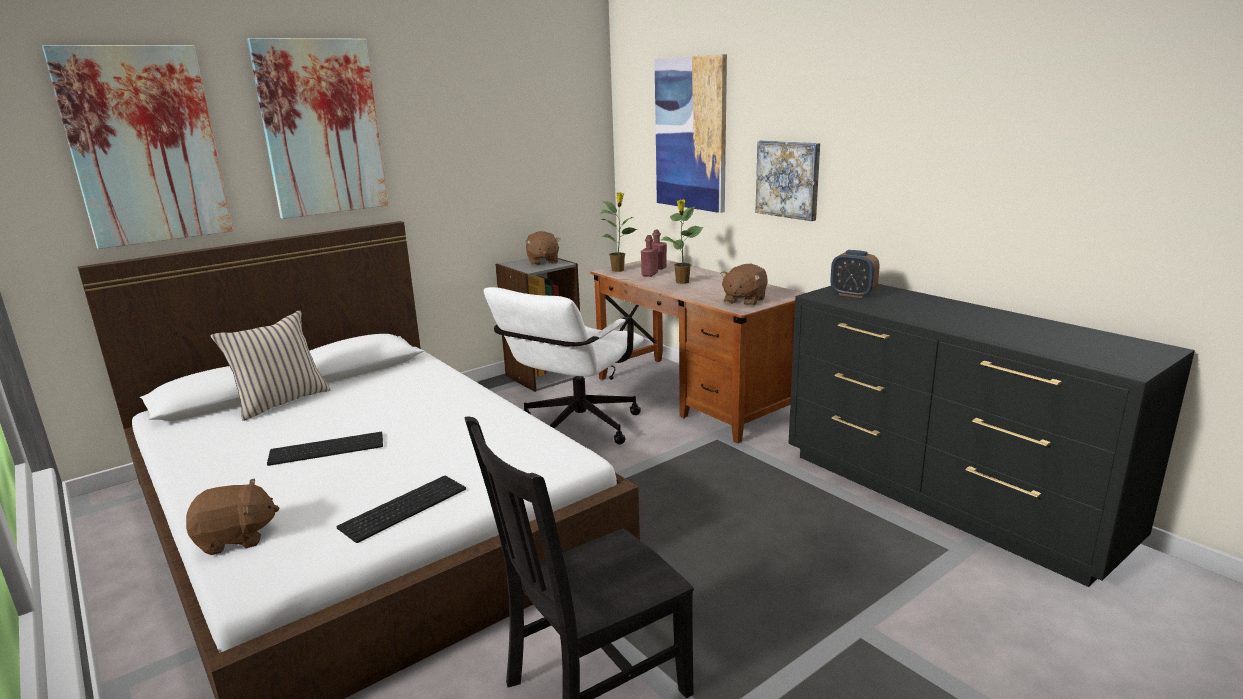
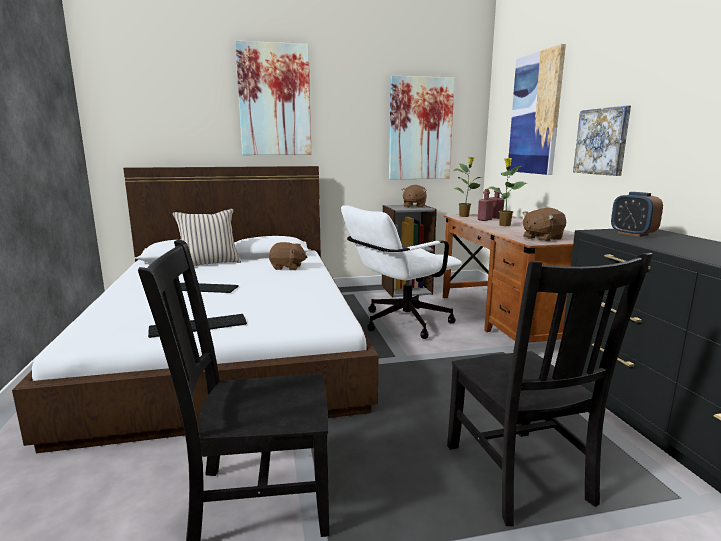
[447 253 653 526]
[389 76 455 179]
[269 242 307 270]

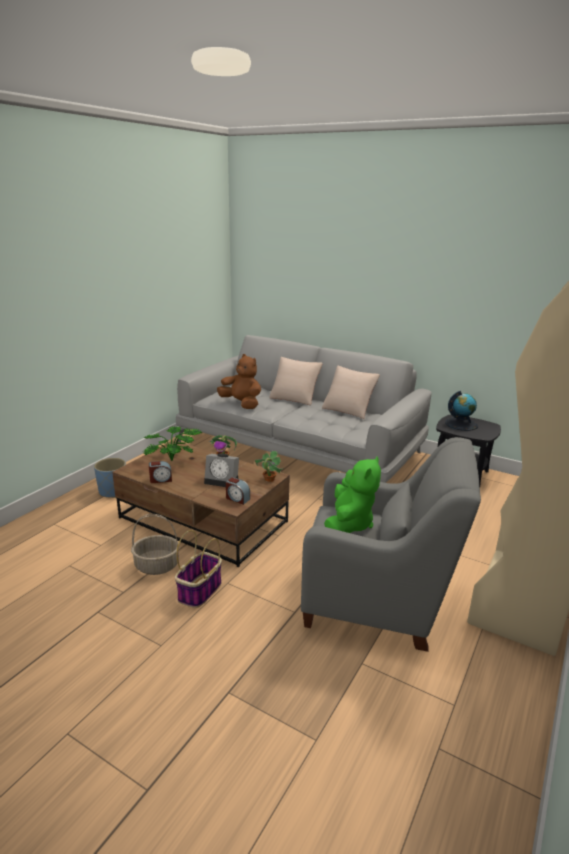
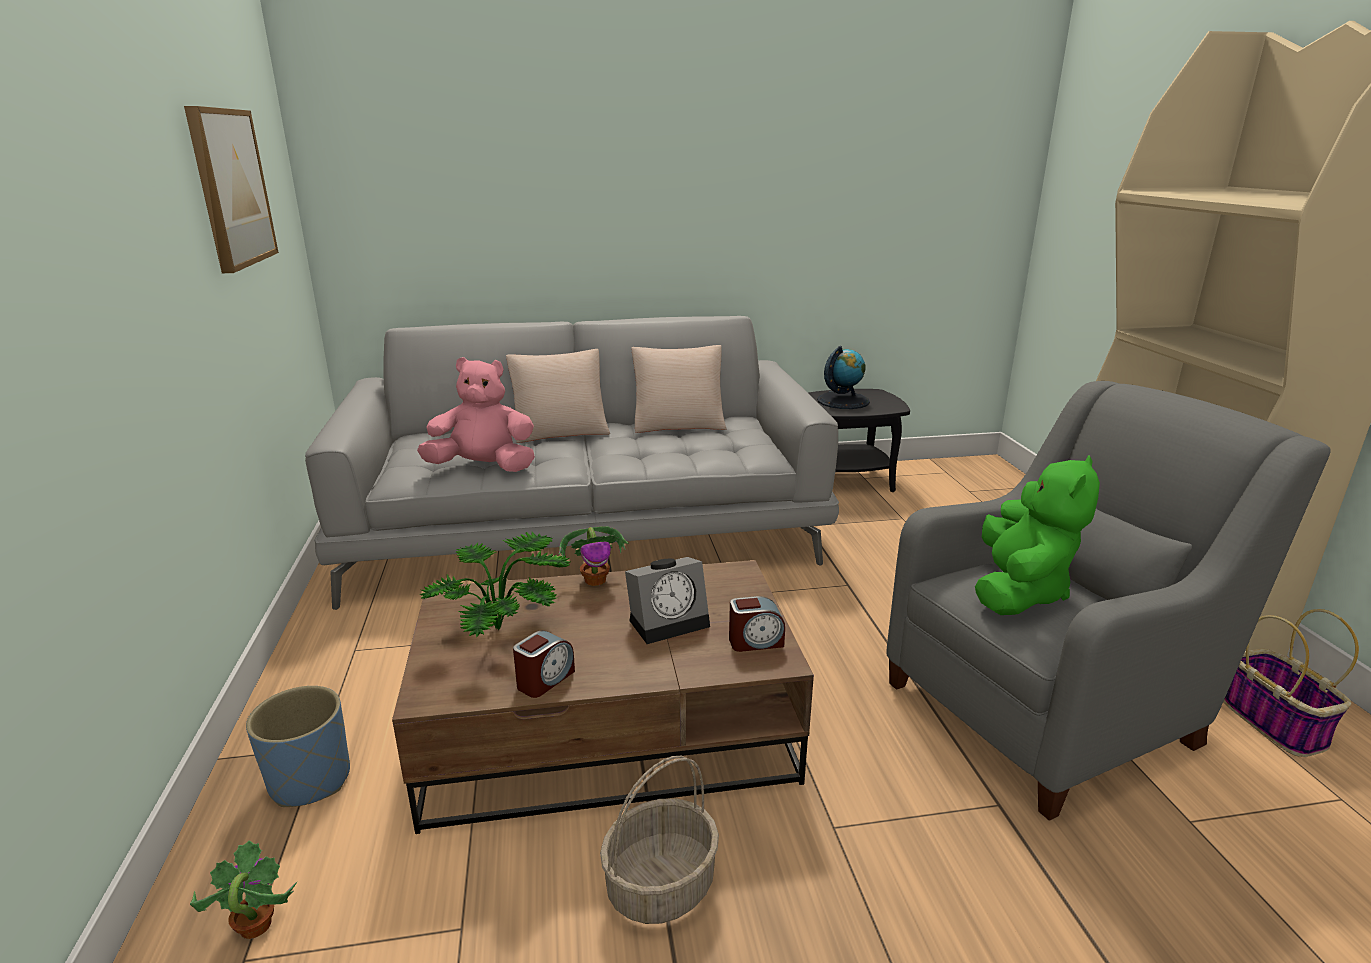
[184 106 279 273]
[1223 609 1359 757]
[190 840 298 939]
[417 357 535 472]
[975 455 1100 615]

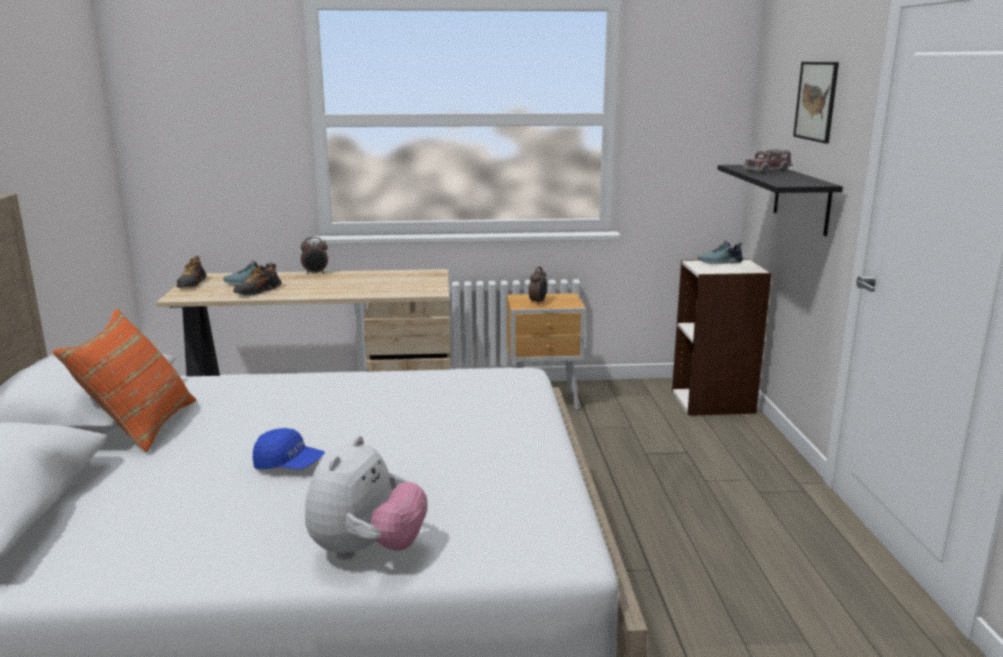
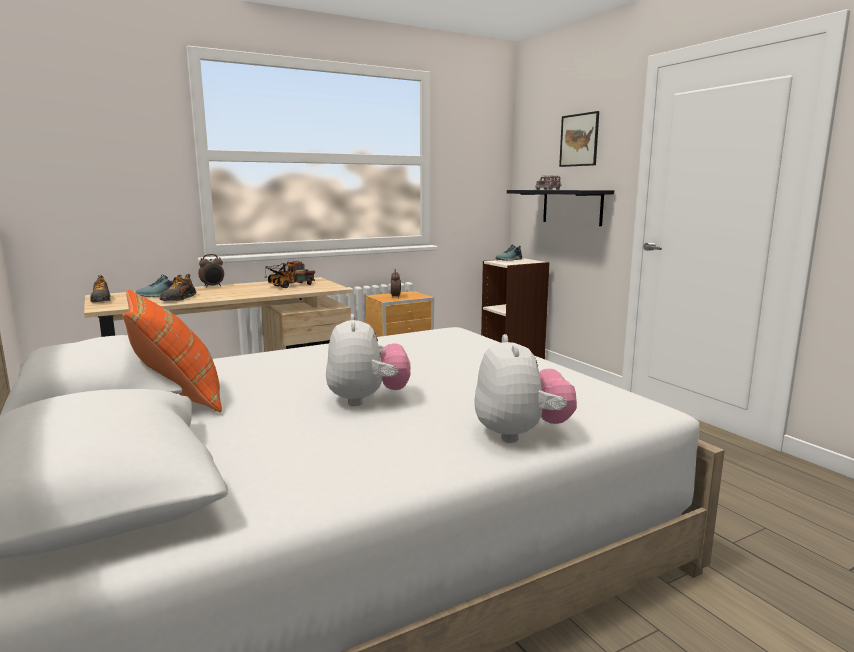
[265 261 315 288]
[326 314 411 406]

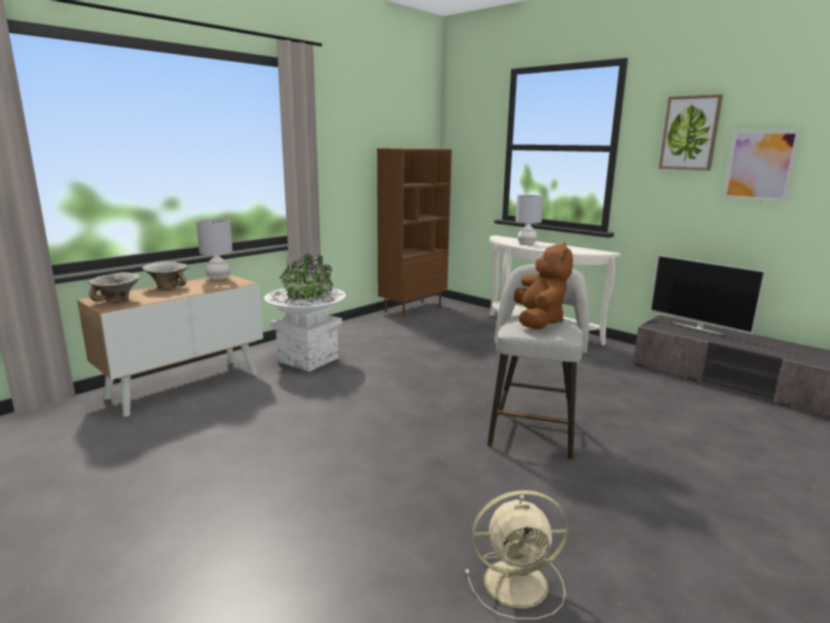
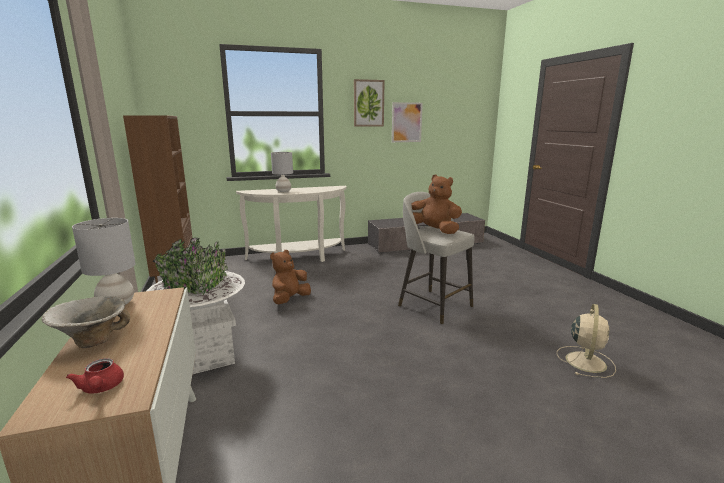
[650 255 766 335] (first image)
[270 250 311 304]
[66 358 124 394]

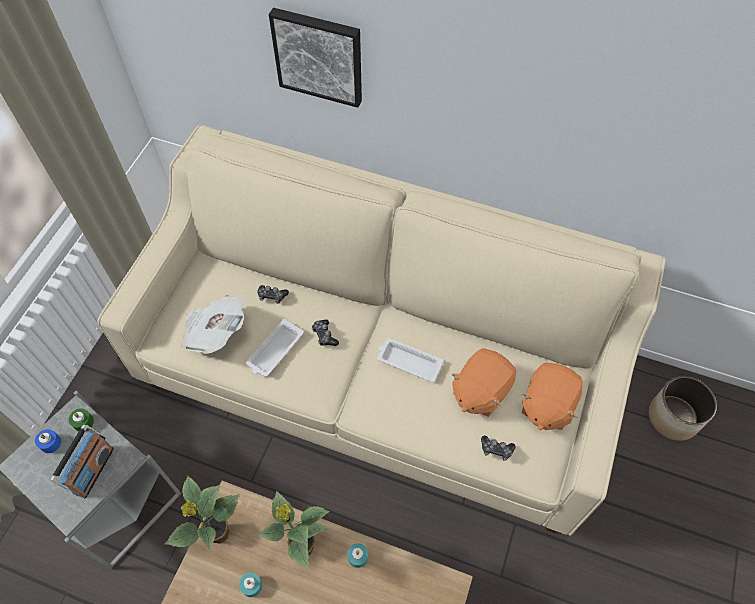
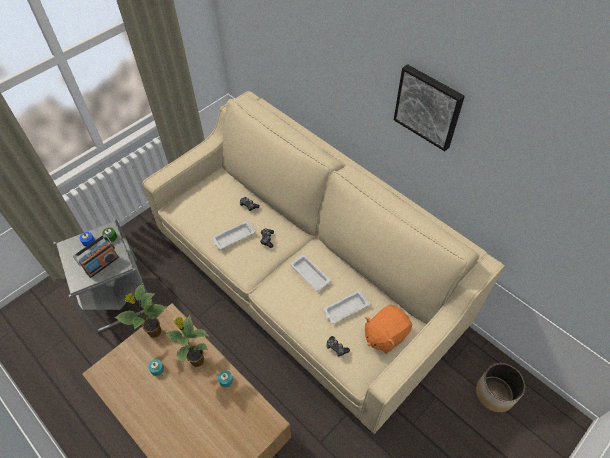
[181 295 244 354] (first image)
[394 64 465 151]
[323 290 370 324]

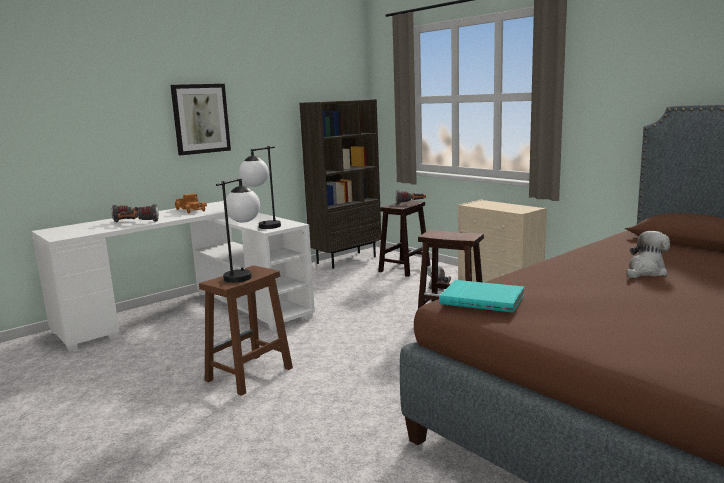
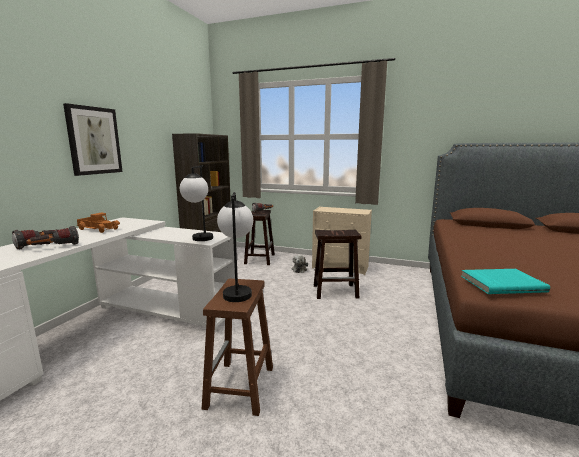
[627 231 670 278] (first image)

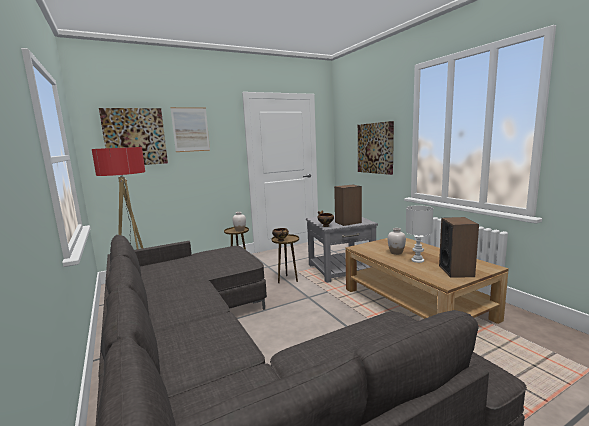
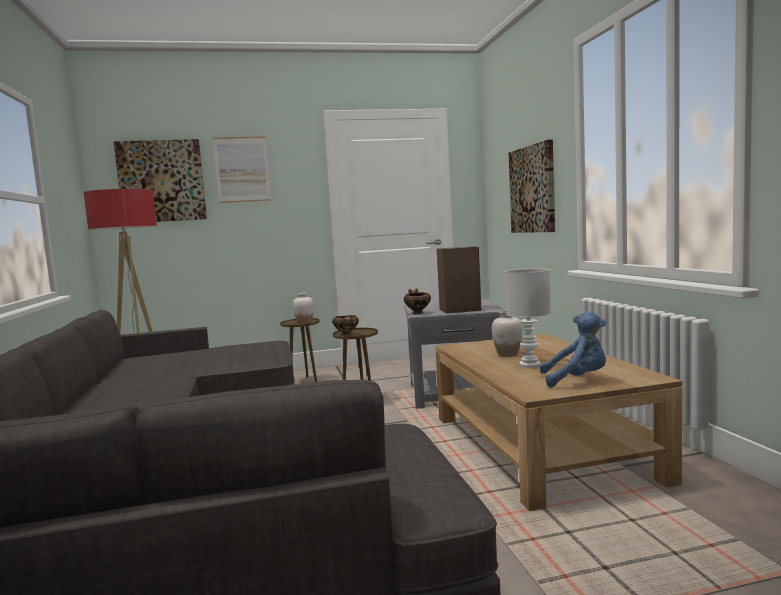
[540 311 606 388]

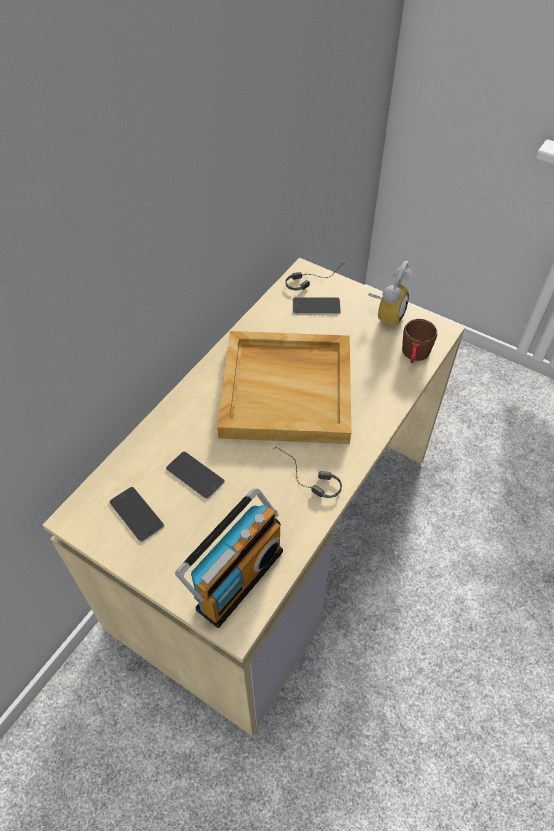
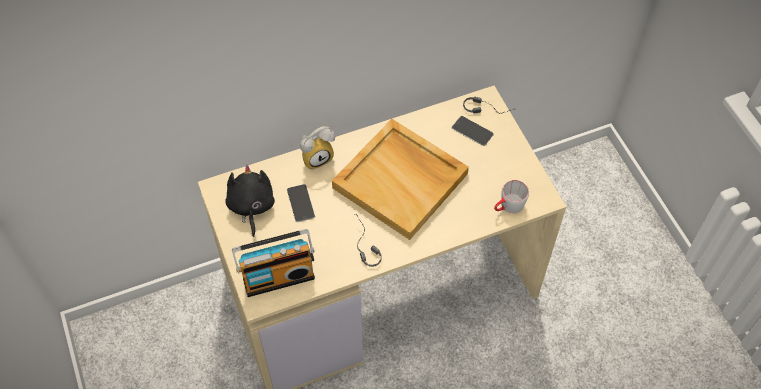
[300 126 335 169]
[225 165 275 237]
[494 180 529 213]

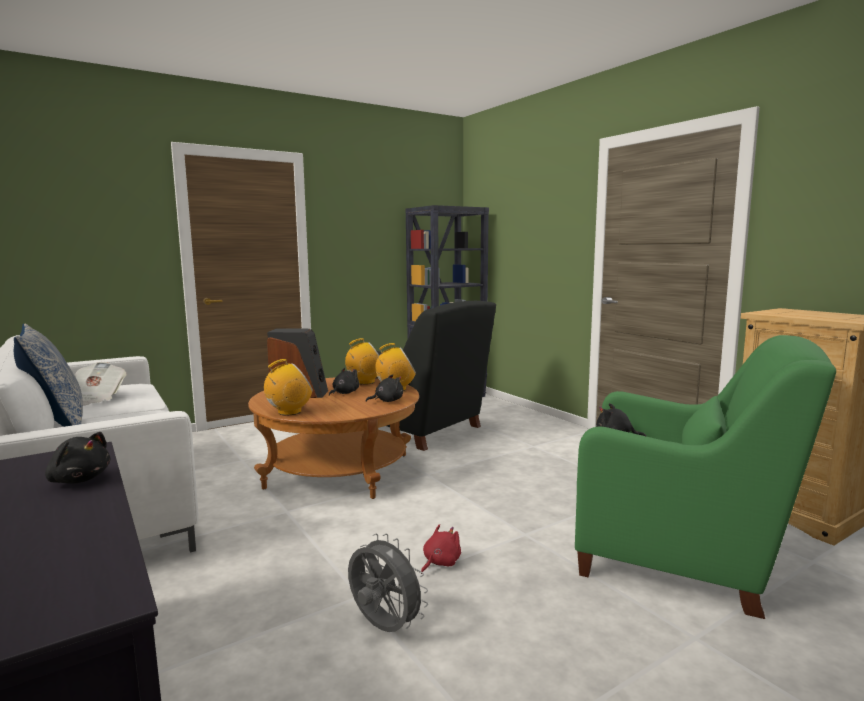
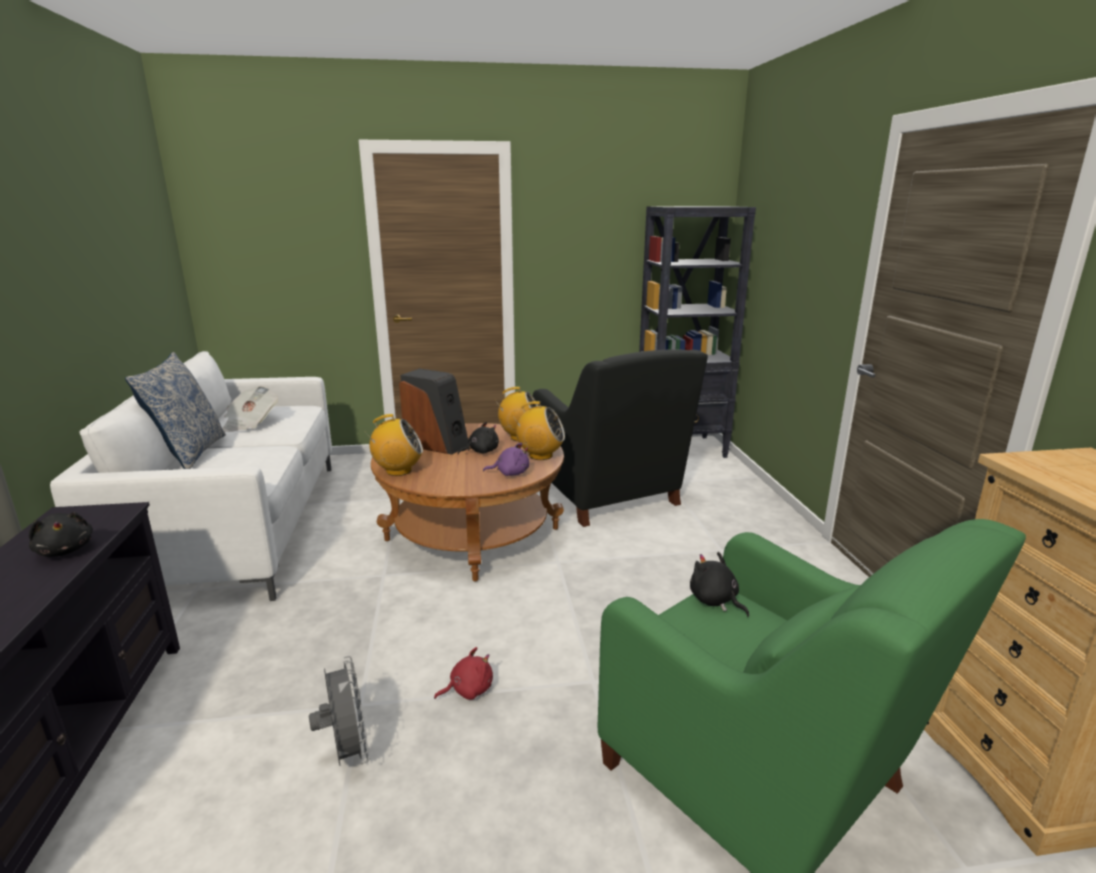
[483 442 530 476]

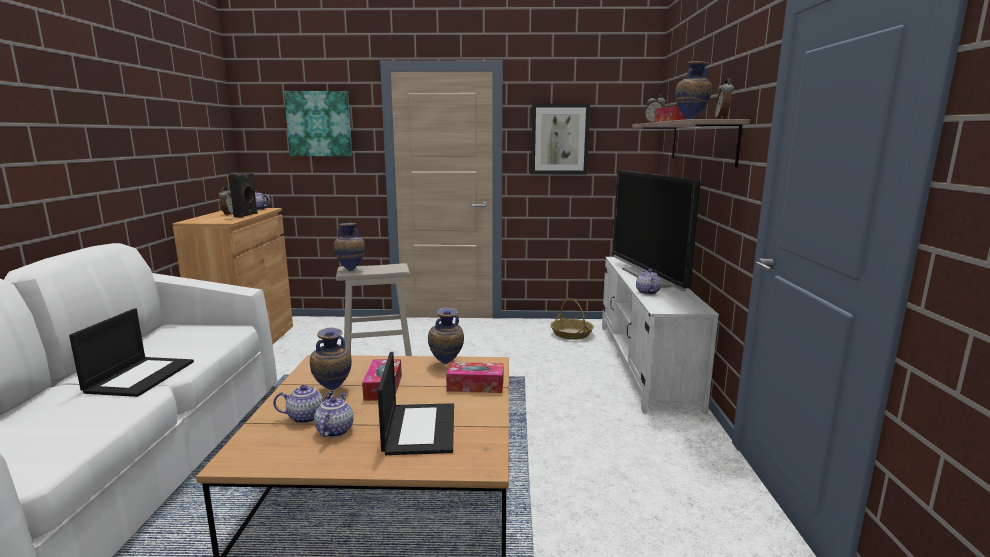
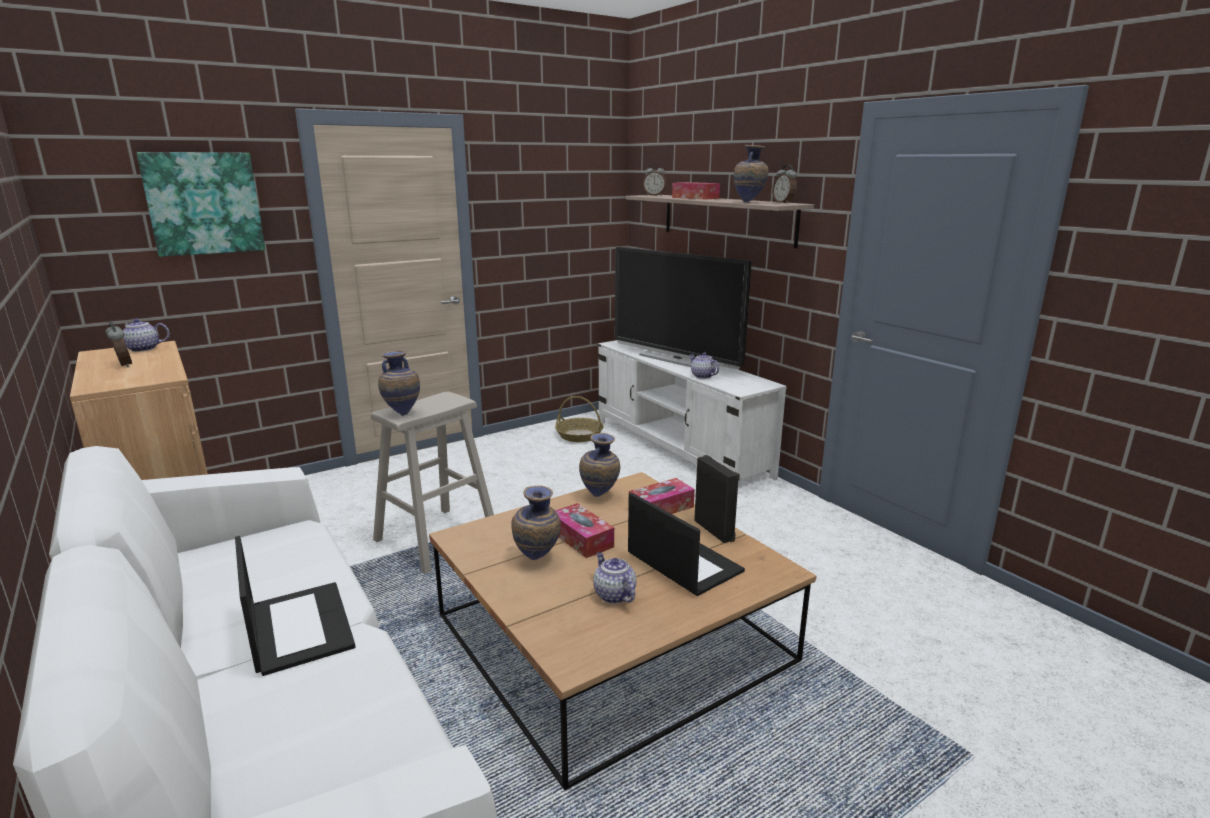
[273 385 335 423] (first image)
[531 103 590 174] (first image)
[694 455 740 543]

